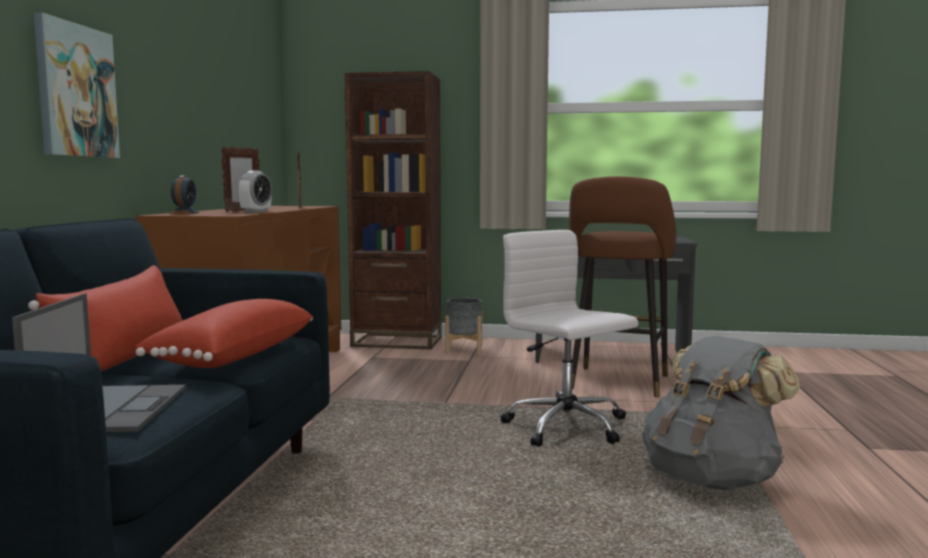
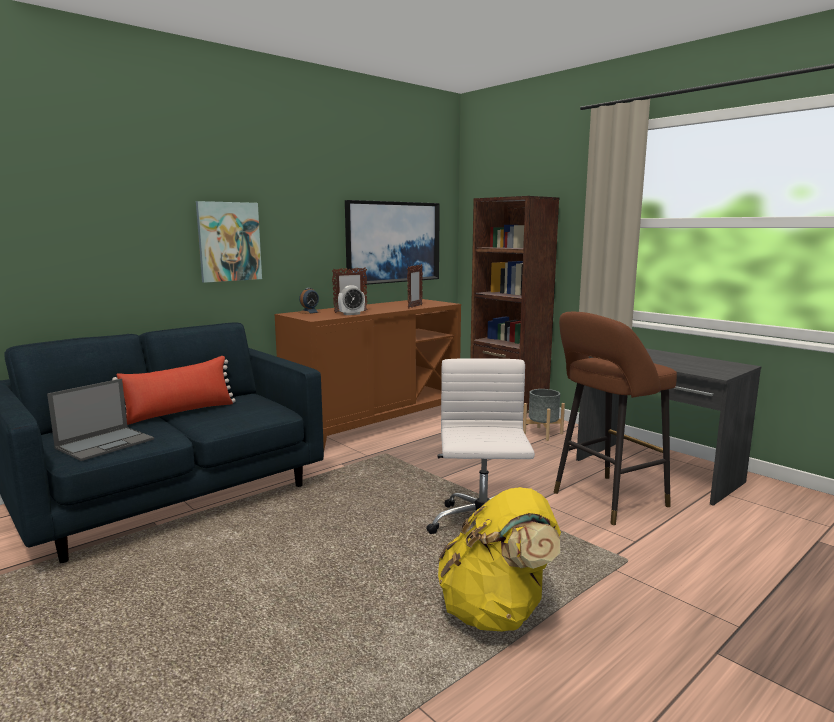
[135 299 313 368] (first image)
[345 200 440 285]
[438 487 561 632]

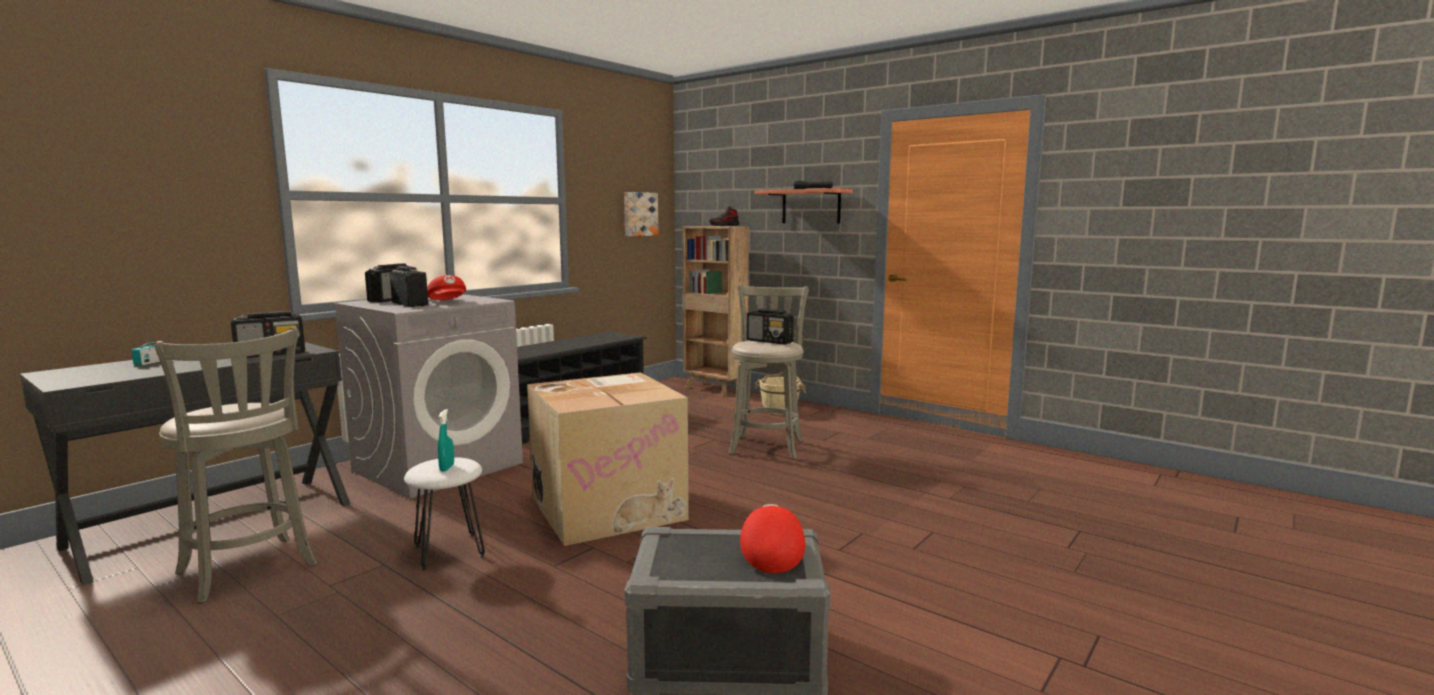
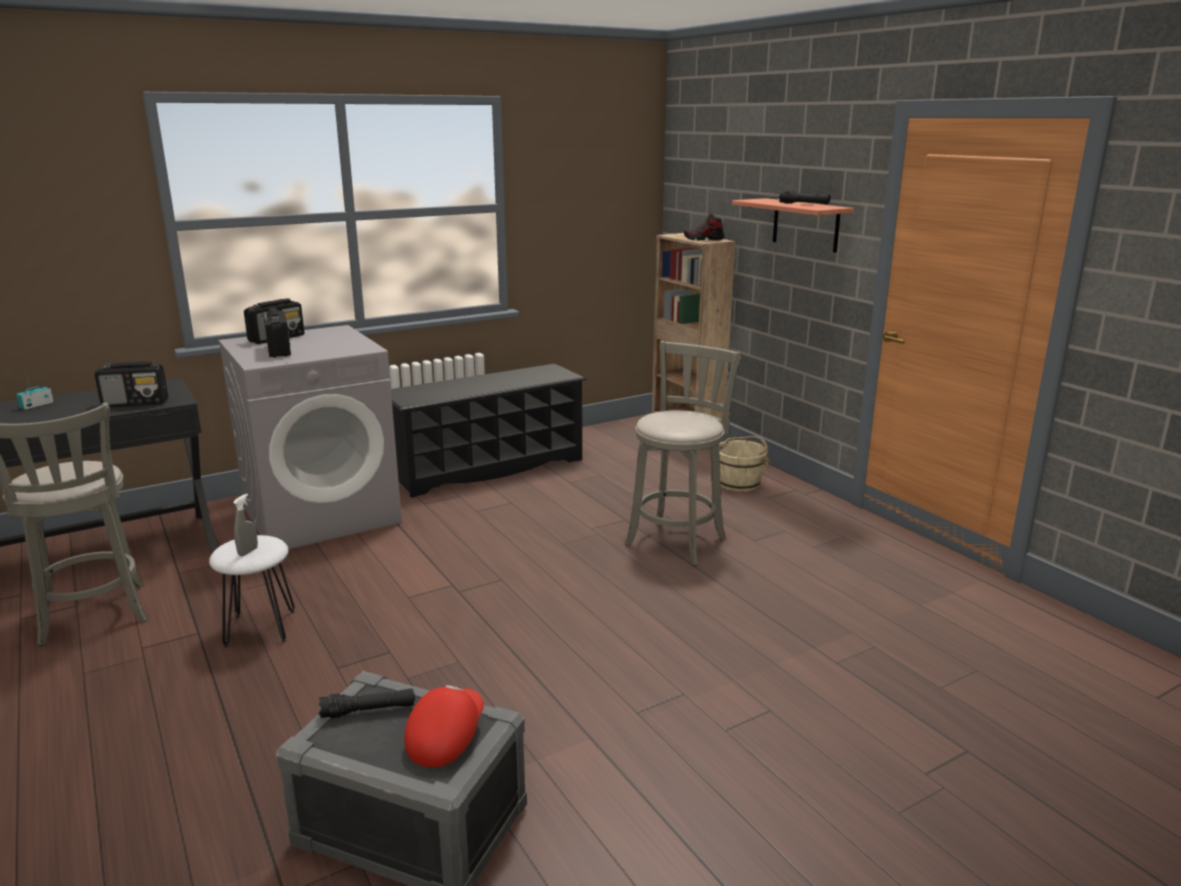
[427 275 466 300] (first image)
[527 372 689 546] (first image)
[624 192 659 237] (first image)
[747 309 794 345] (first image)
[318 688 415 718]
[233 494 258 556]

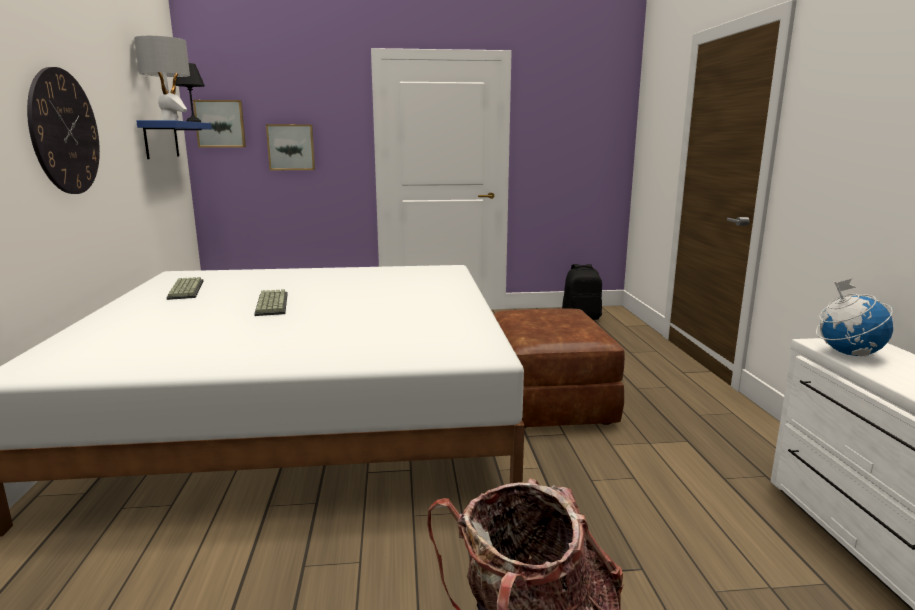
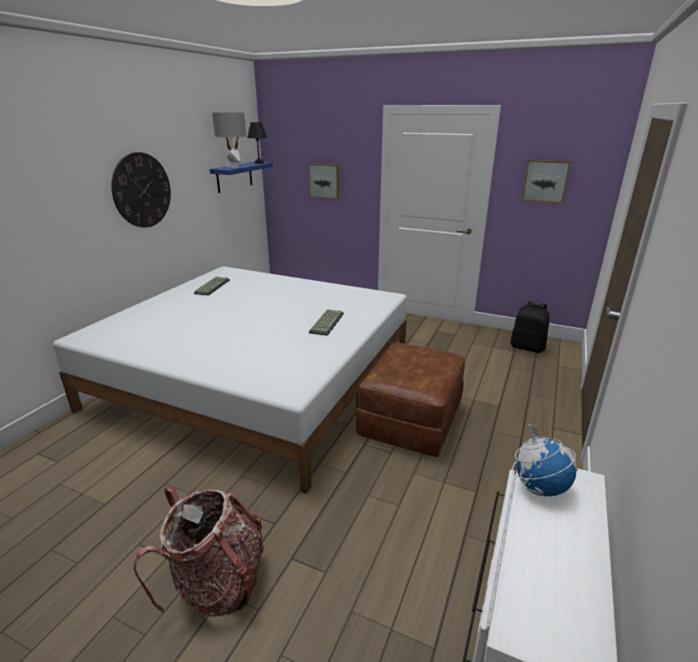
[522 160 571 203]
[309 309 344 336]

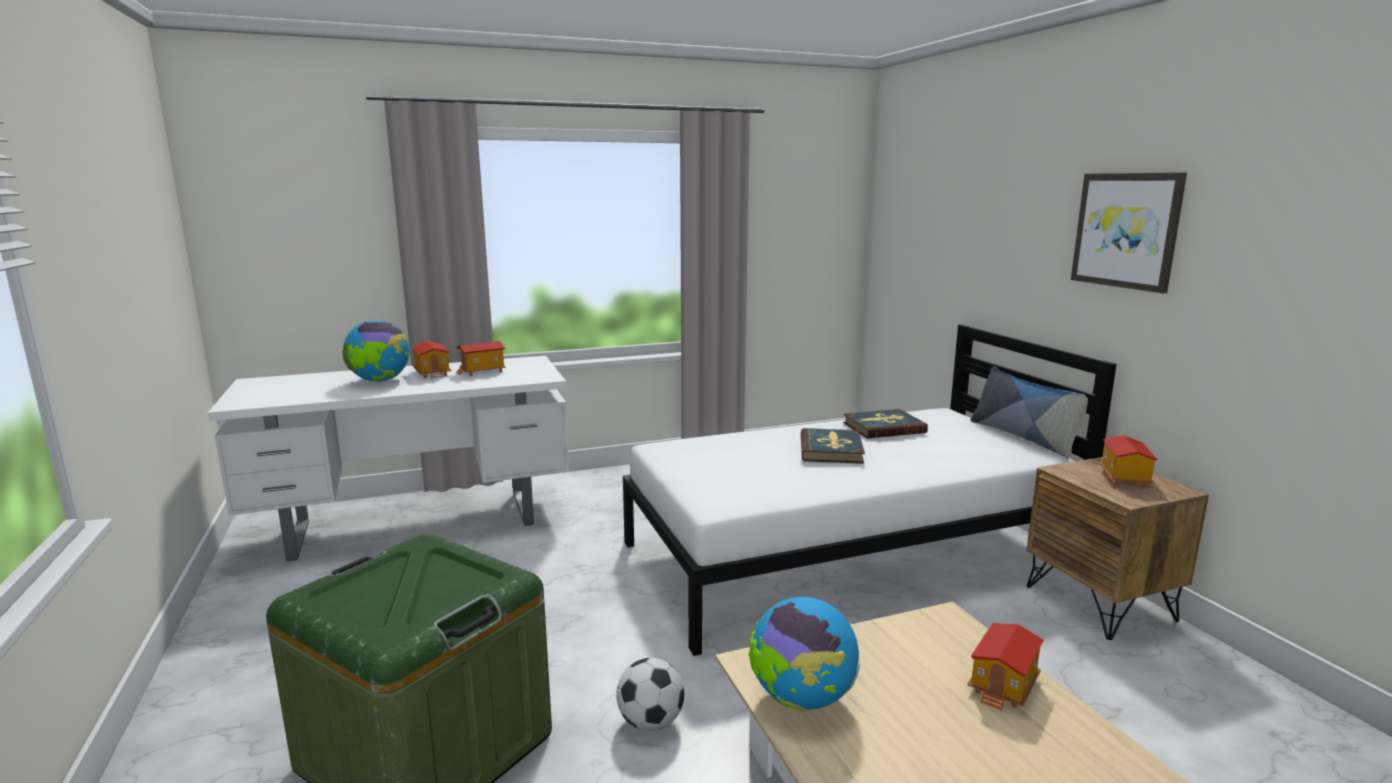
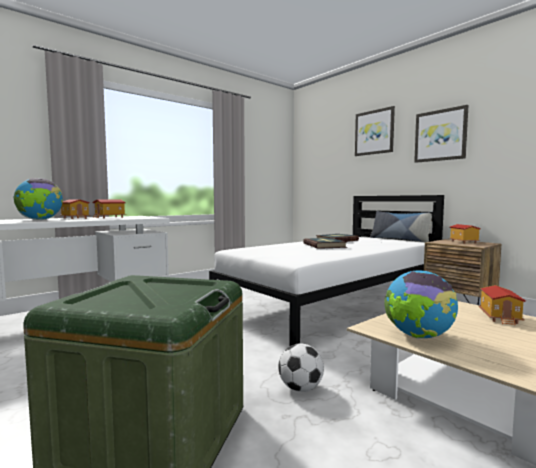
[355 106 395 156]

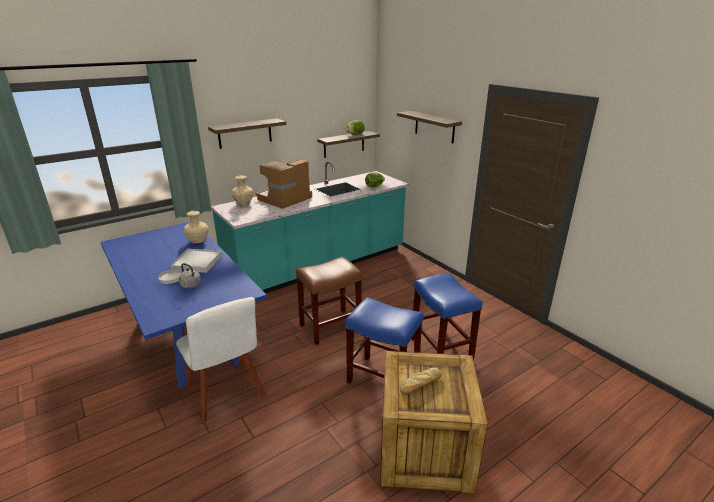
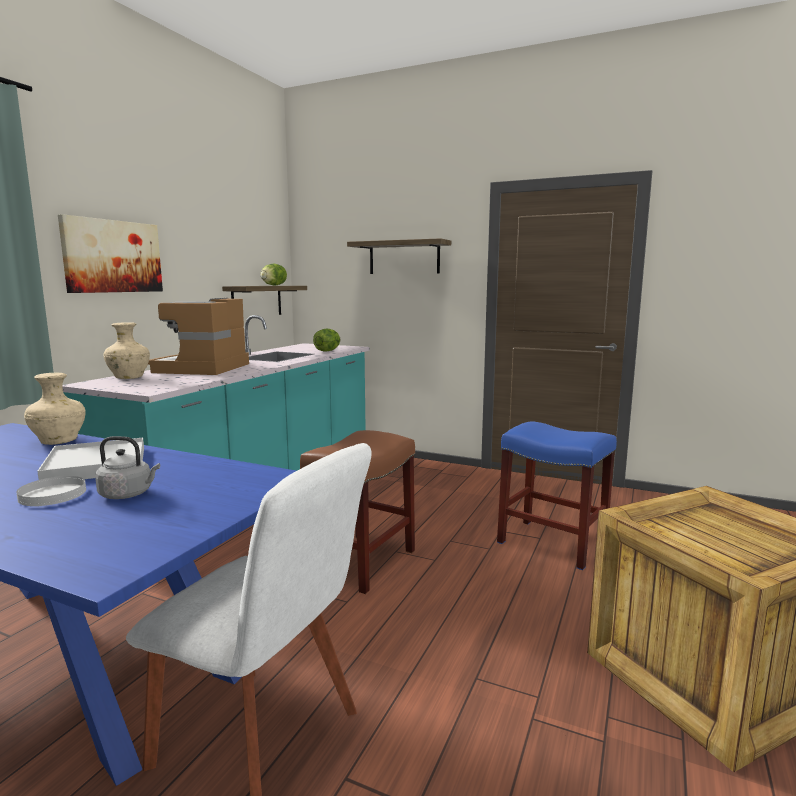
[345 297 423 384] (first image)
[400 367 441 395] (first image)
[58 214 163 293]

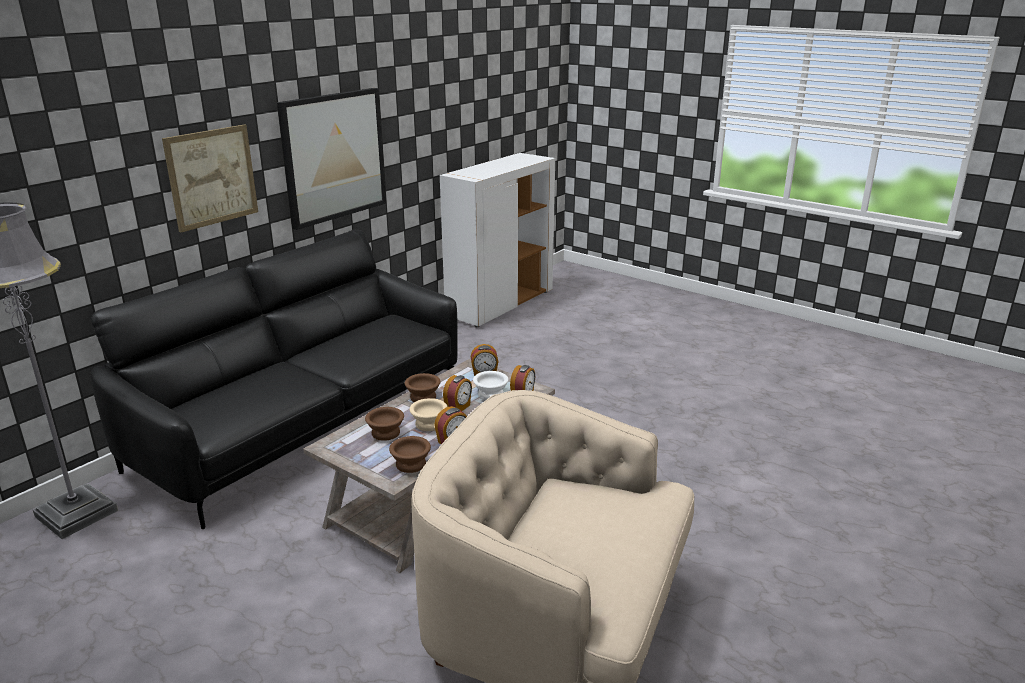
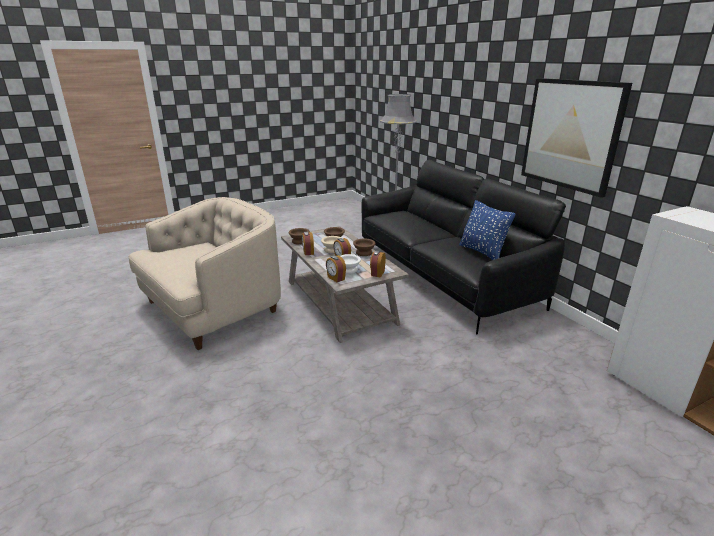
[162 124 258 232] (first image)
[459 200 516 260]

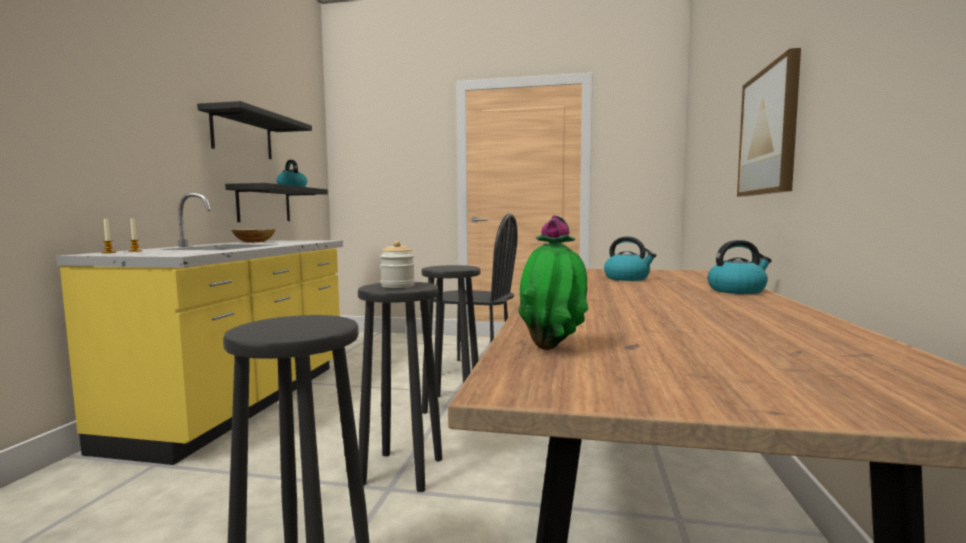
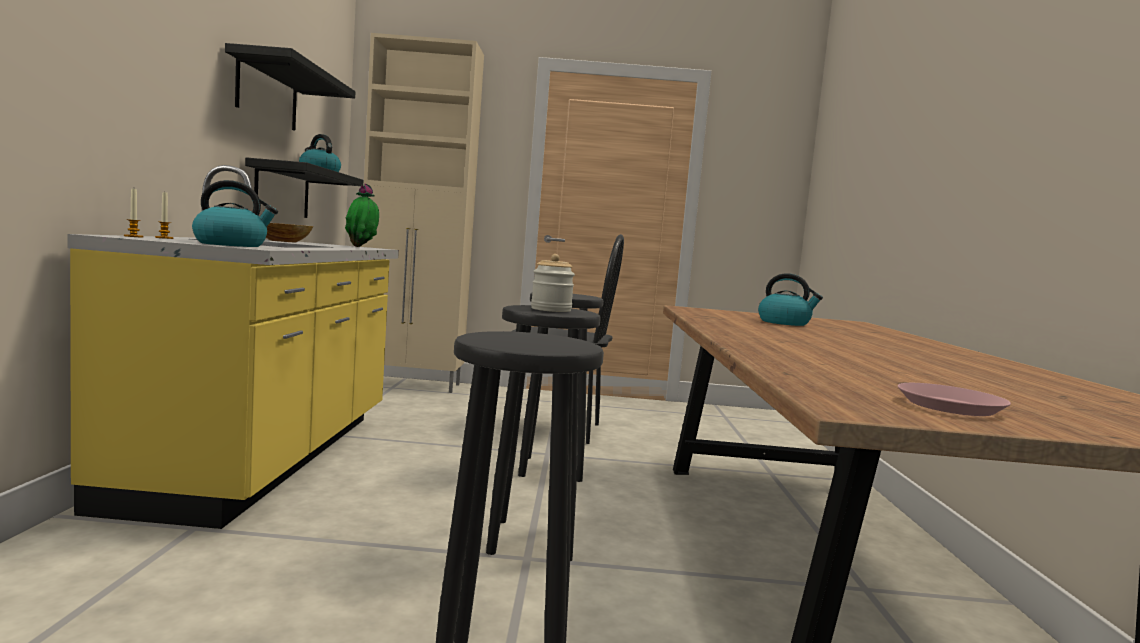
[737 48 801 197] (first image)
[361 33 484 393]
[898 383 1011 416]
[345 183 379 247]
[192 180 278 247]

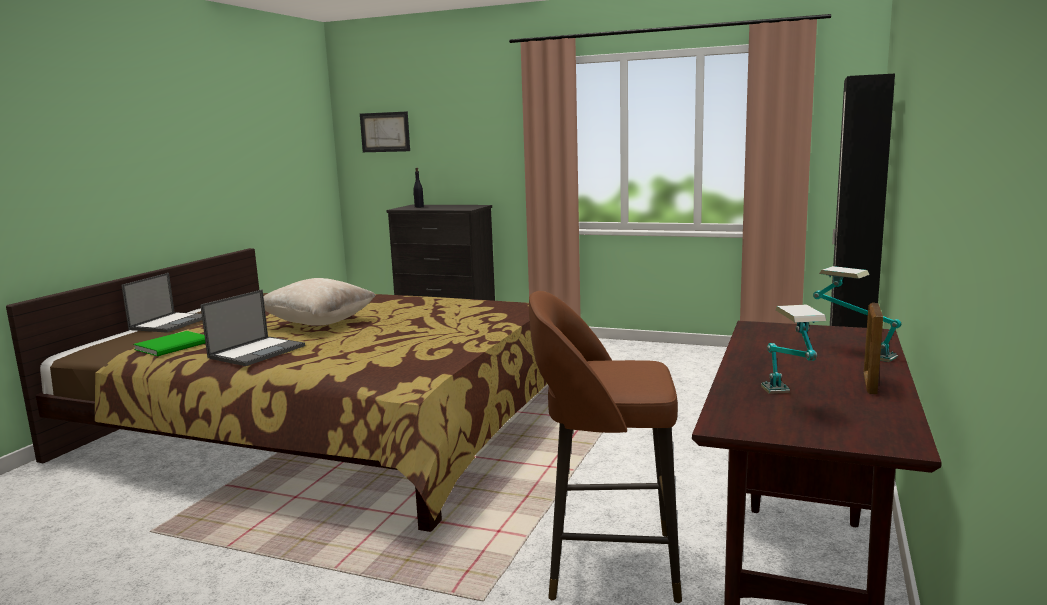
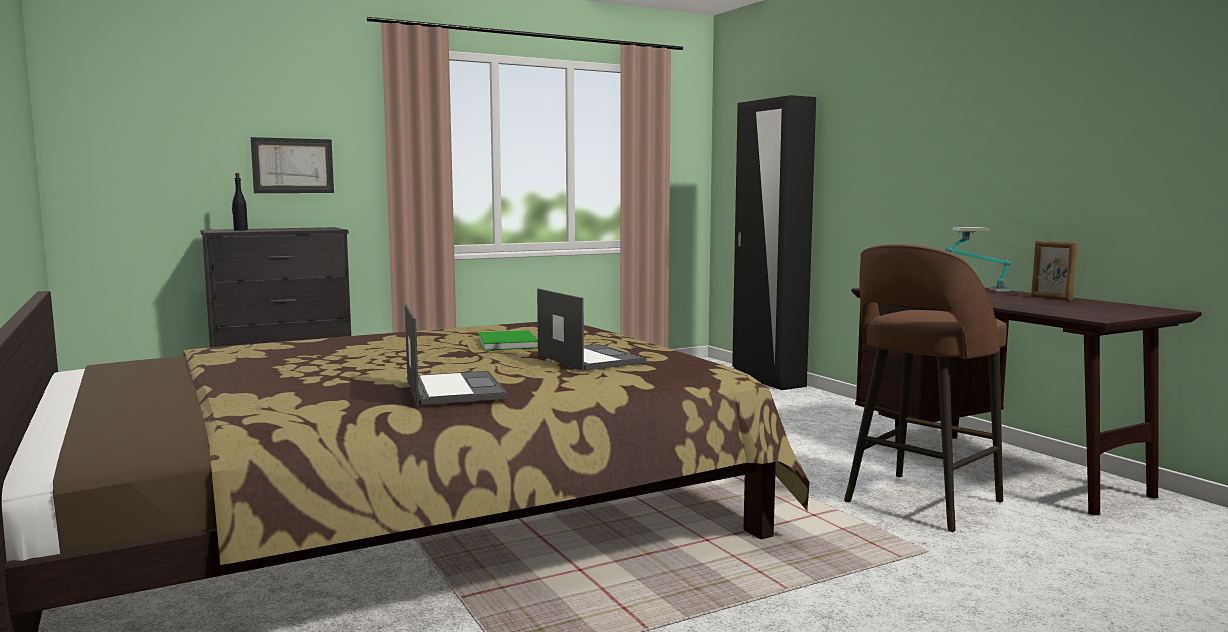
[263 278 376 326] (first image)
[761 305 826 394] (first image)
[537 288 647 371]
[478 330 538 351]
[251 137 334 193]

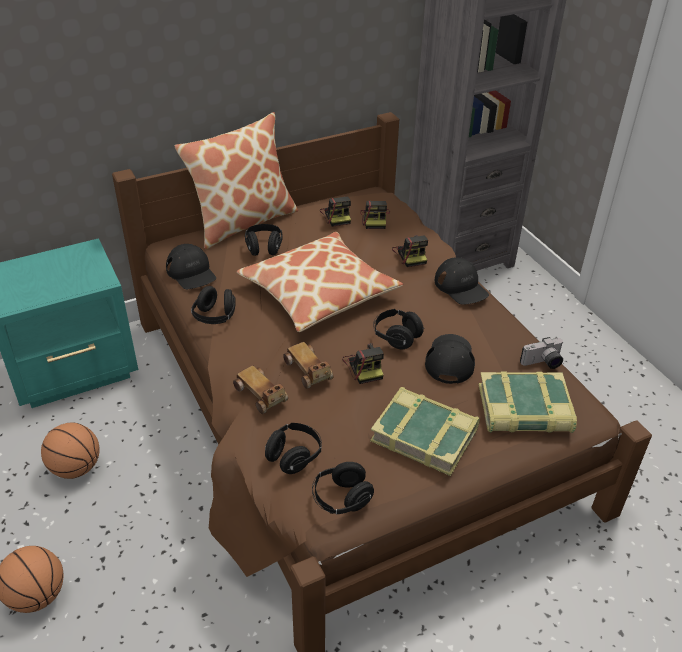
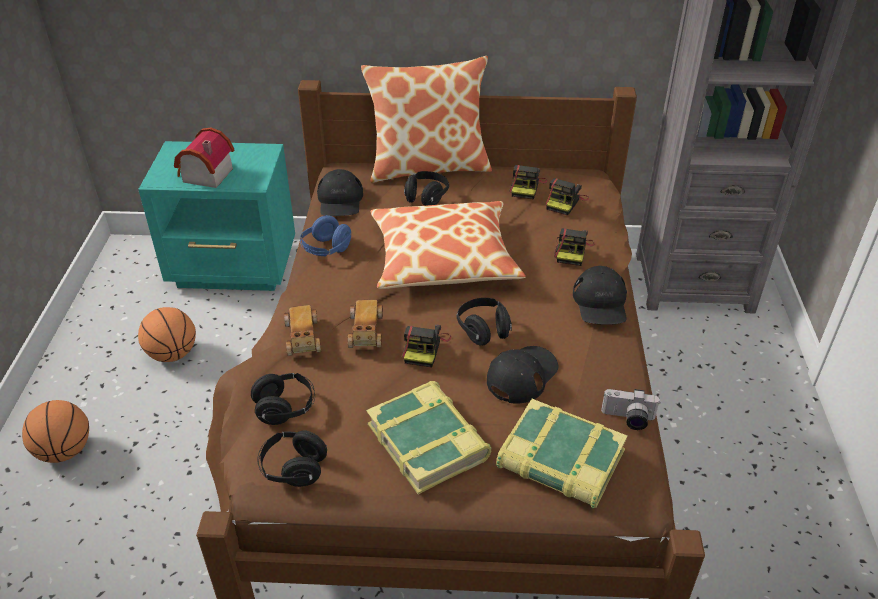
[174 127 234 188]
[300 215 351 256]

